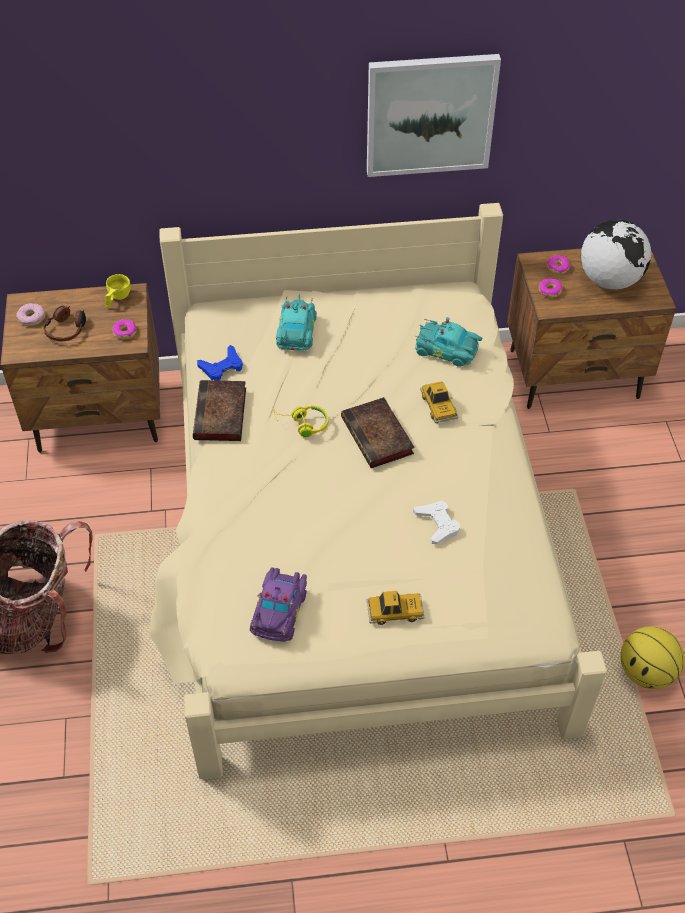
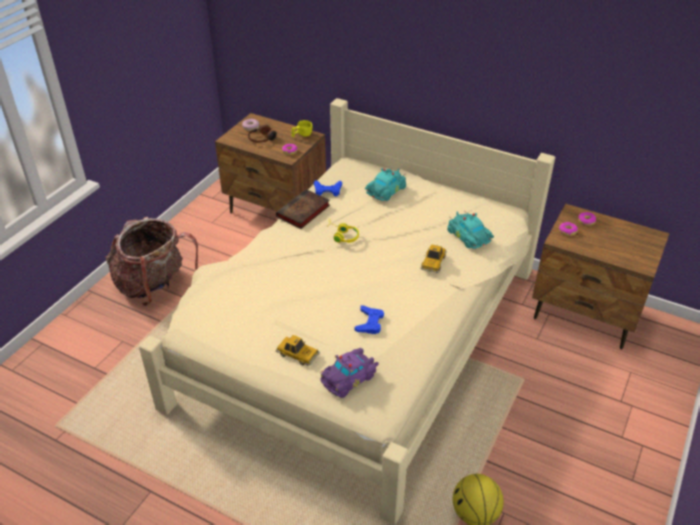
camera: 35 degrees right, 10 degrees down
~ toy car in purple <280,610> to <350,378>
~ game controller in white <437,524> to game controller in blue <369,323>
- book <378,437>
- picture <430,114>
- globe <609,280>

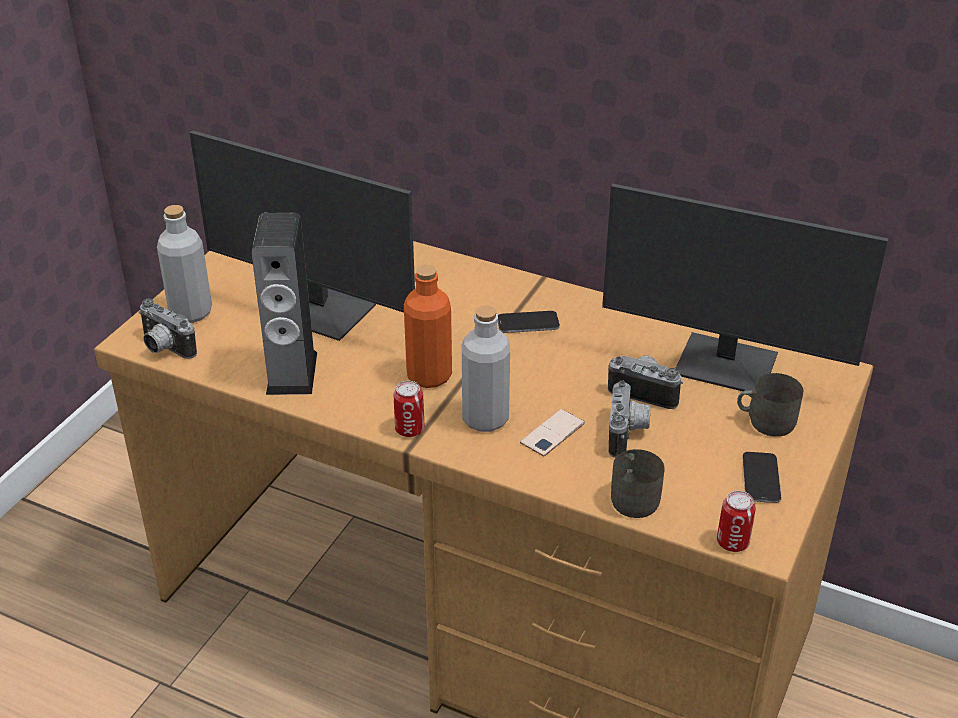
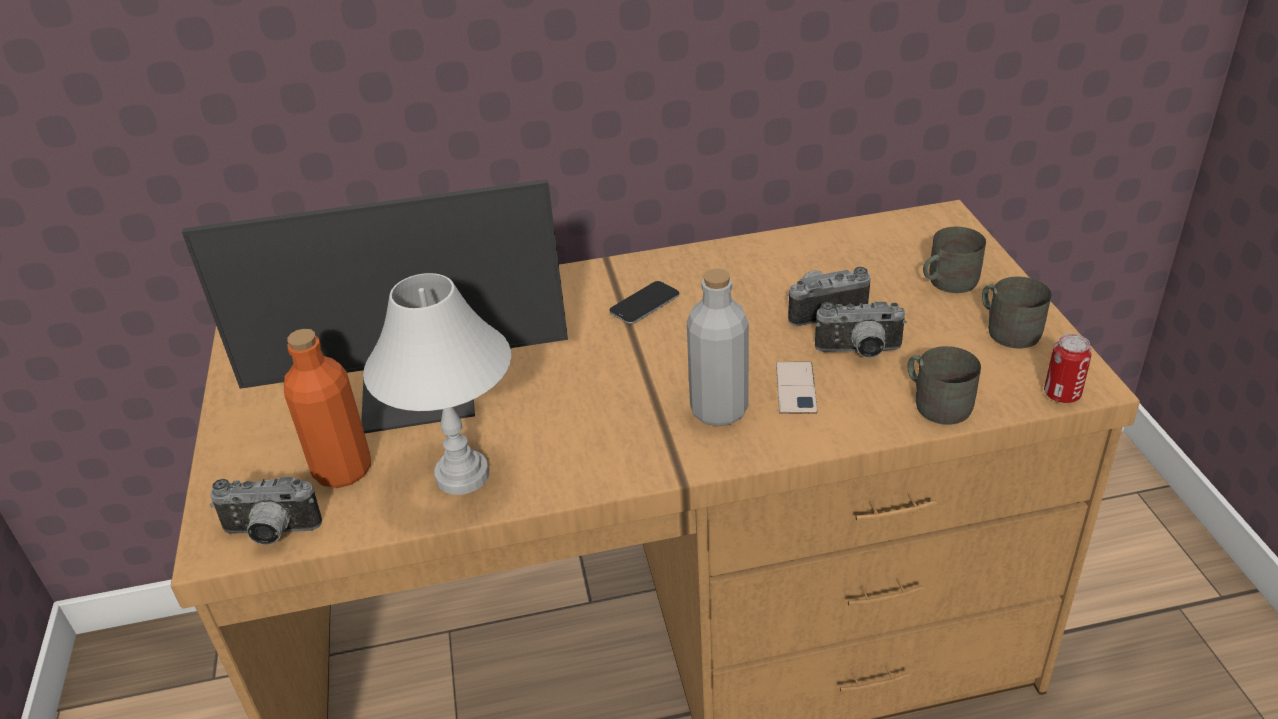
camera: 35 degrees left, 0 degrees up
~ bottle in orange <429,376> to <343,470>
~ speaker <292,373> to table lamp in white <462,476>
~ photo camera <628,434> = <859,352> 120 degrees clockwise
~ phone <761,478> to mug in grey <1008,329>
- bottle in grey <191,312>
- can <409,429>
- monitor <725,366>

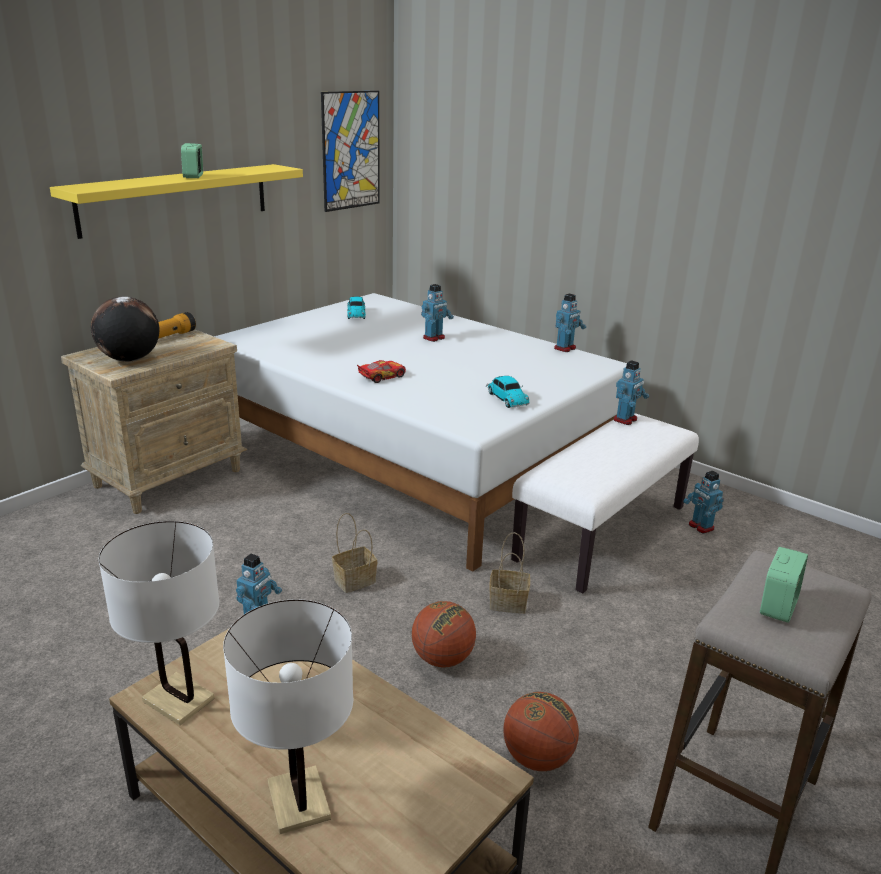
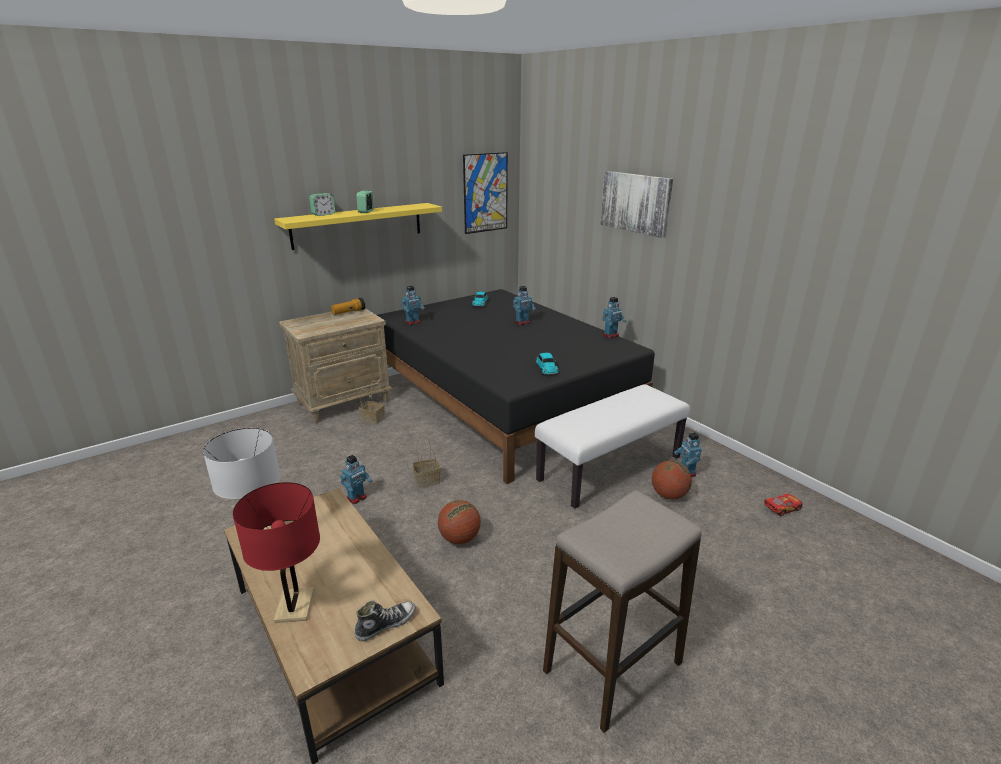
camera: 15 degrees right, 0 degrees up
~ table lamp in white <299,801> to table lamp in red <295,606>
~ alarm clock <778,606> to <323,214>
+ shoe <386,624>
~ basket <509,603> to <373,419>
~ bed in white <413,453> to bed in black <504,400>
~ toy robot <626,420> to <413,322>
+ picture <636,203>
~ basketball <537,758> to <669,495>
~ toy car <382,376> to <782,508>
- globe <129,359>

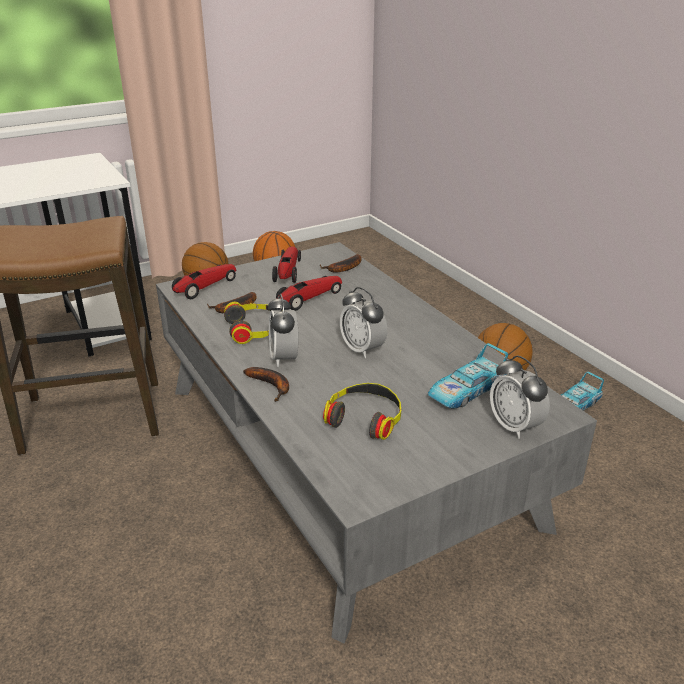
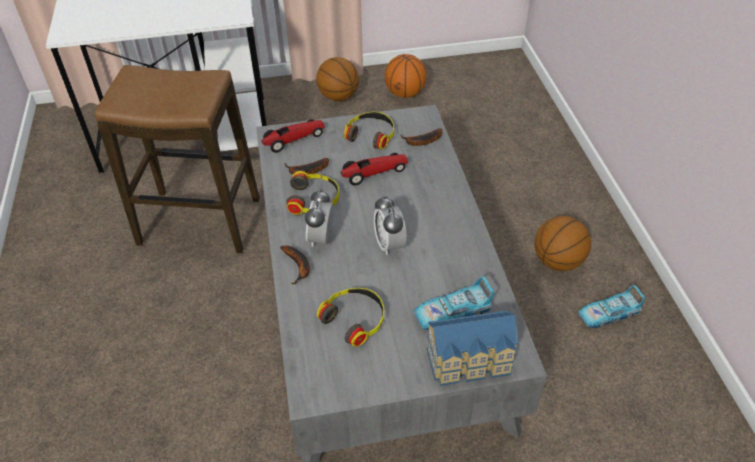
camera: 20 degrees right, 15 degrees up
~ toy car <288,271> to headphones <371,134>
~ alarm clock <514,426> to toy house <471,362>

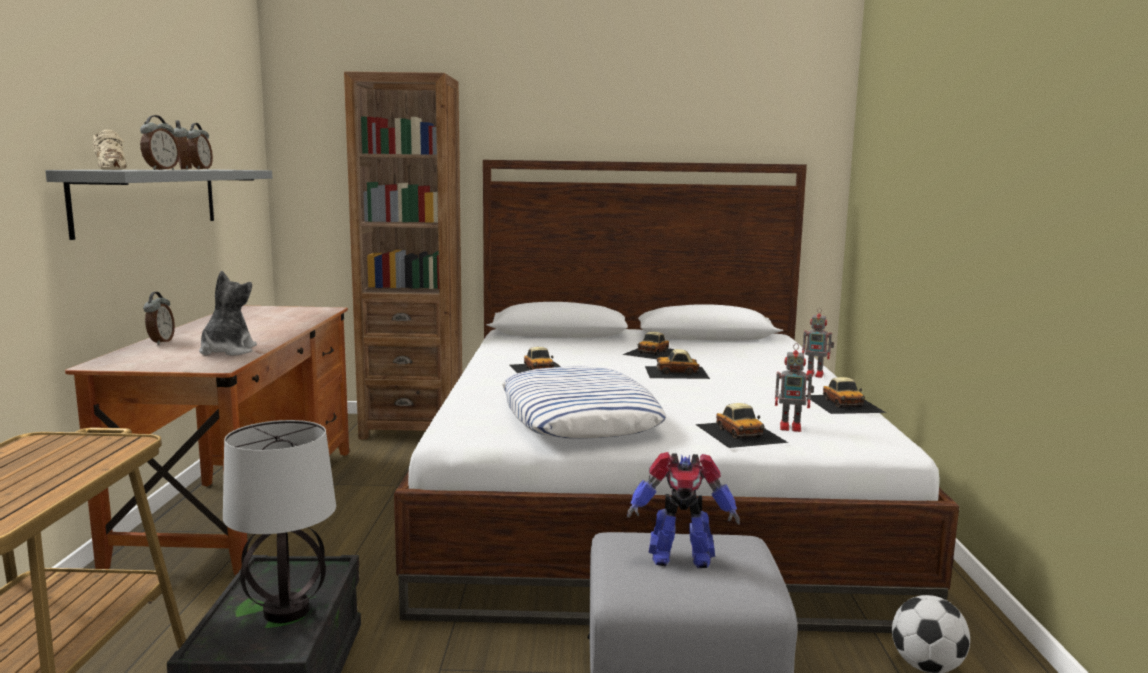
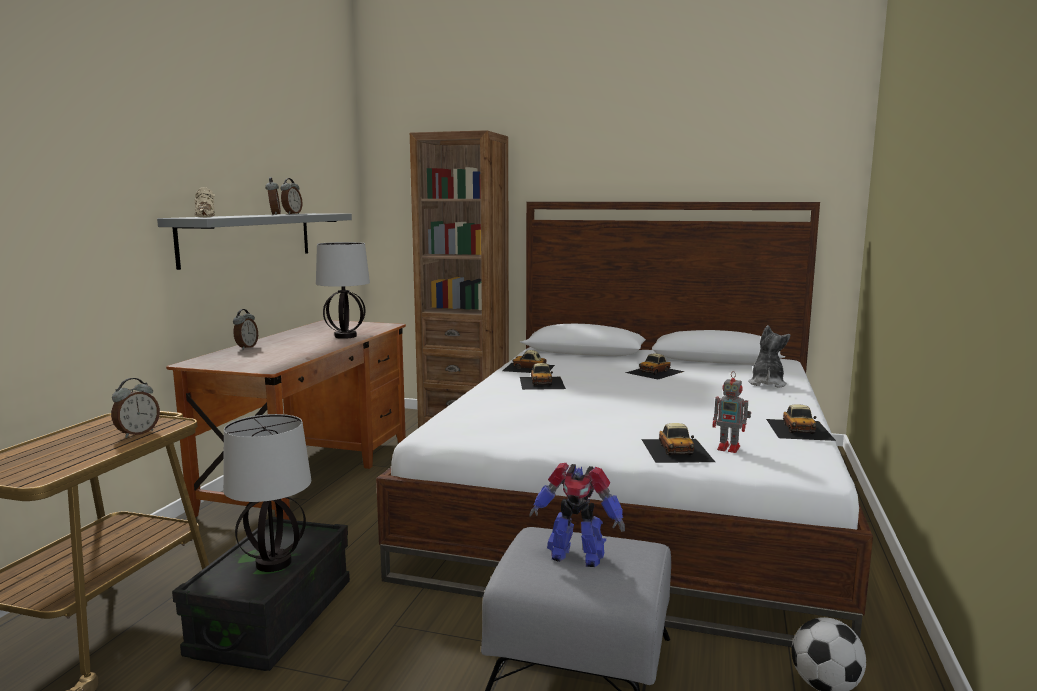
camera: 15 degrees right, 0 degrees up
~ alarm clock <161,170> to <137,433>
+ table lamp <345,336>
~ toy car <677,372> to <529,368>
~ plush toy <227,351> to <766,383>
- pillow <578,416>
- toy robot <816,374>

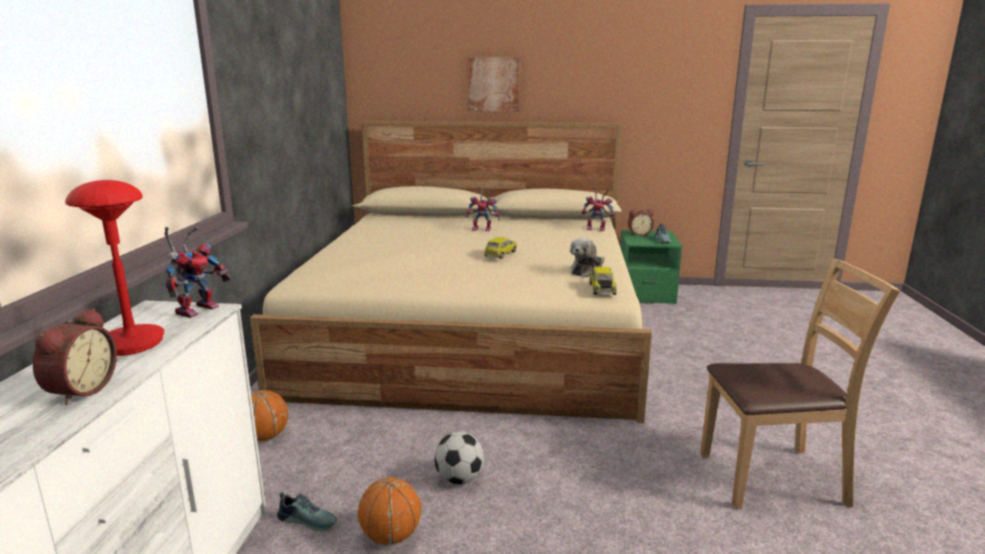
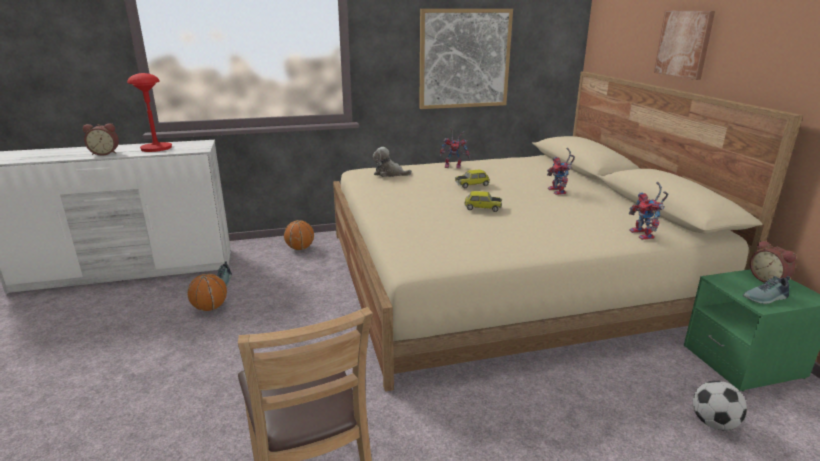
camera: 70 degrees right, 5 degrees up
~ plush toy <587,271> to <389,174>
+ picture <464,59>
~ toy robot <198,309> to <454,166>
~ toy car <601,289> to <472,184>
~ football <459,479> to <713,423>

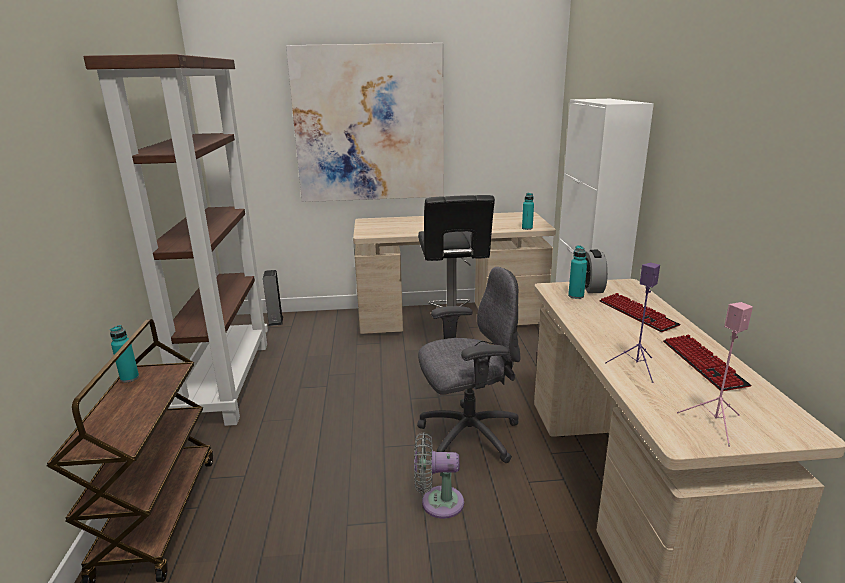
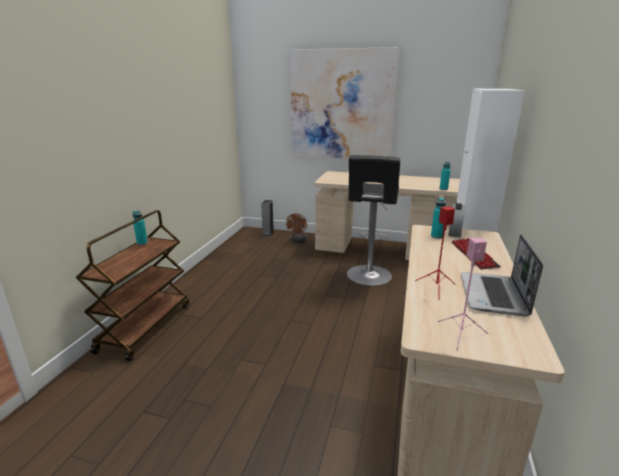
camera: 20 degrees right, 0 degrees up
+ fan in brown <297,241>
~ speaker in purple <636,367> to speaker in red <436,288>
~ keyboard <703,363> to laptop <494,295>
- bookcase in brown <227,380>
- fan in grey <437,502>
- office chair in grey <467,435>

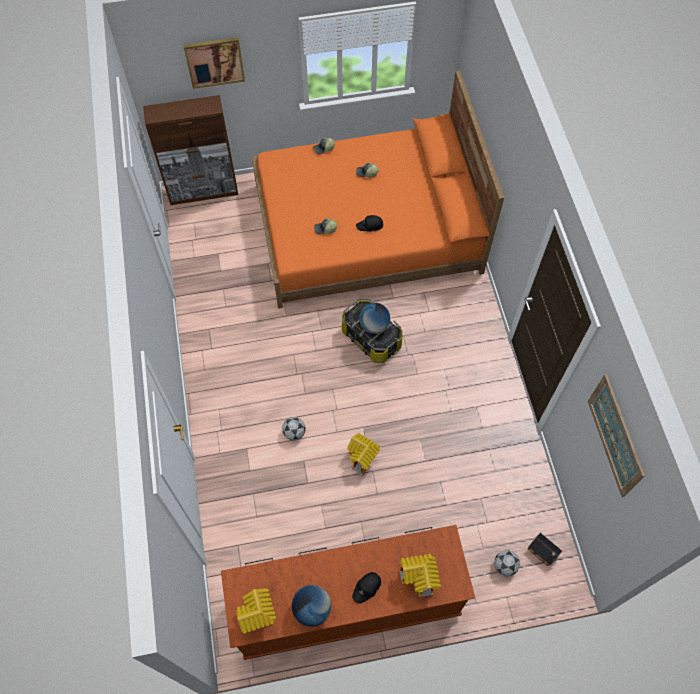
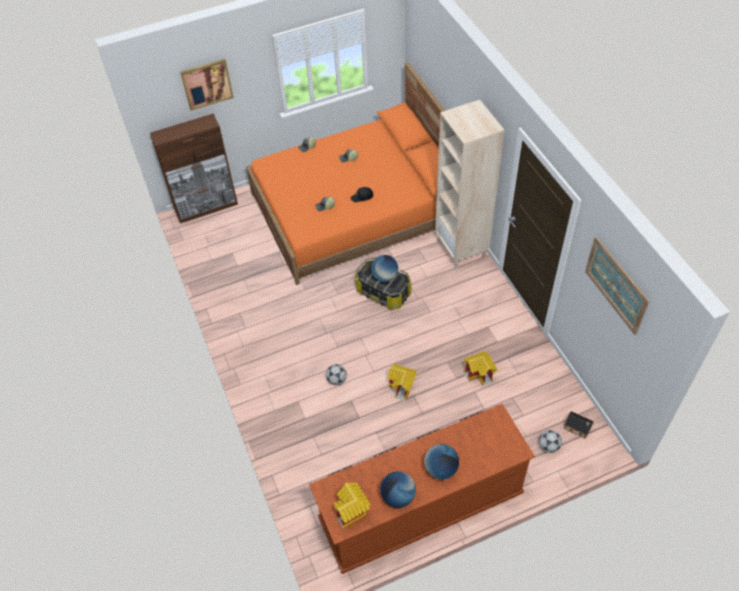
camera: 10 degrees left, 10 degrees down
~ cap in black <367,588> to globe <441,469>
+ bookcase in beige <461,249>
~ toy house <420,579> to <480,375>

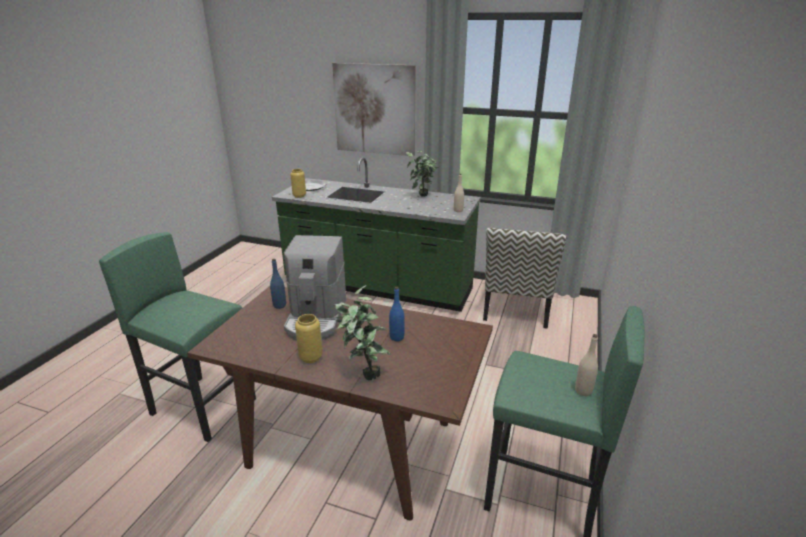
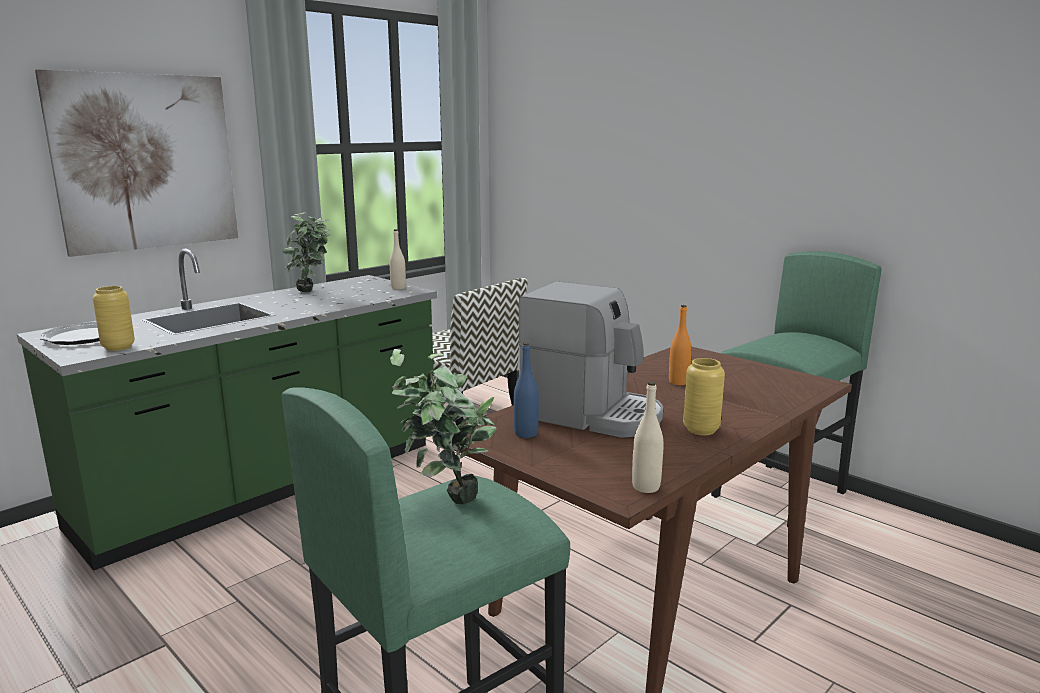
camera: 65 degrees left, 10 degrees down
~ potted plant <363,373> to <445,504>
~ bottle in beige <583,391> to <646,487>
~ bottle in blue <397,337> to bottle in orange <678,382>

